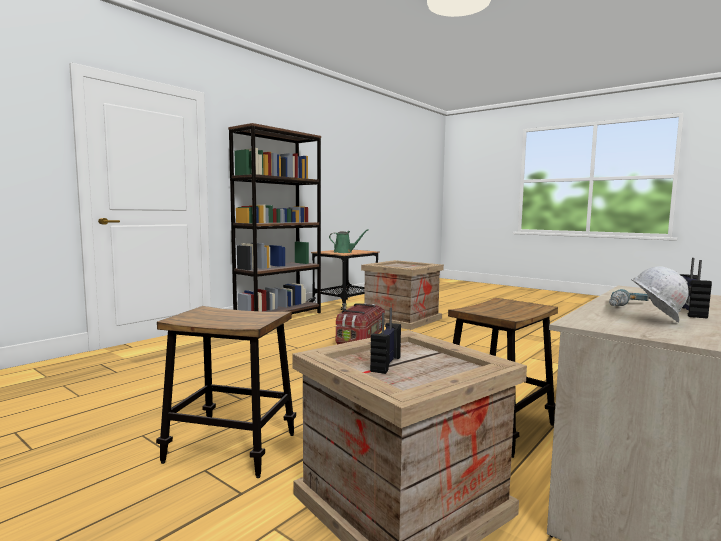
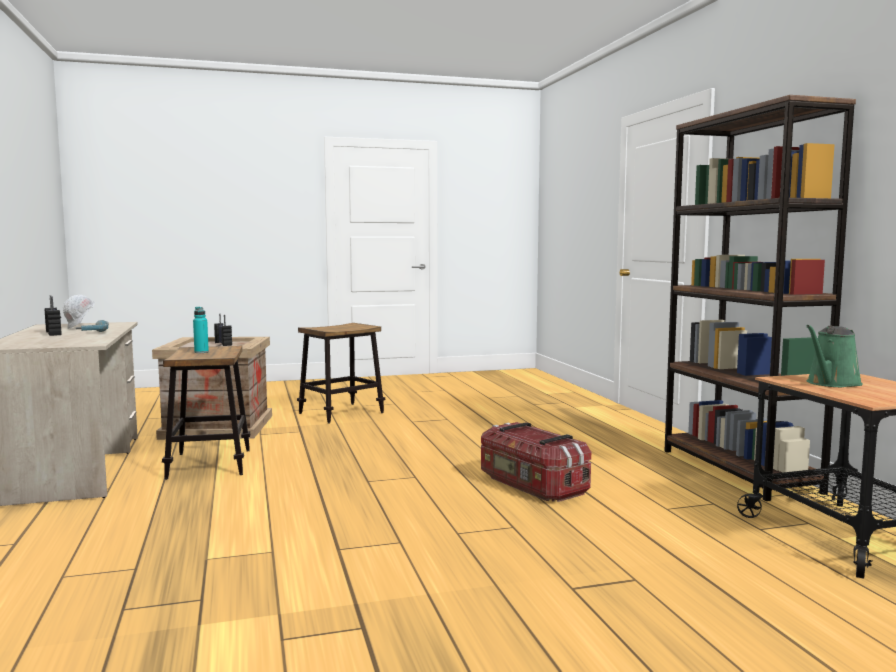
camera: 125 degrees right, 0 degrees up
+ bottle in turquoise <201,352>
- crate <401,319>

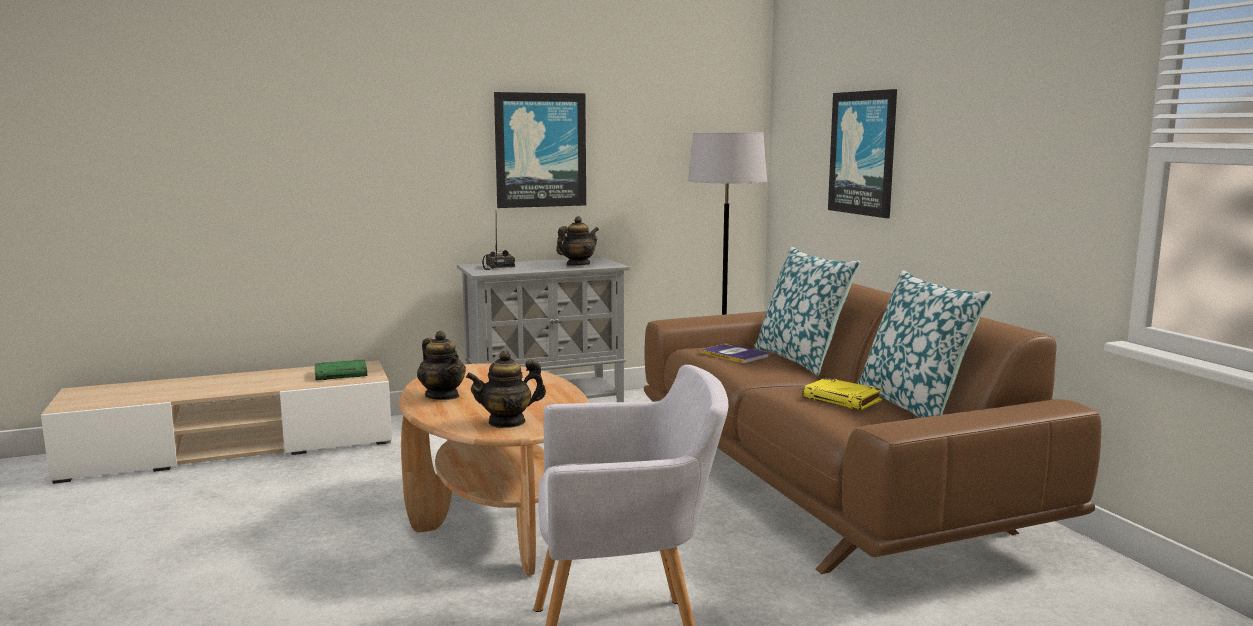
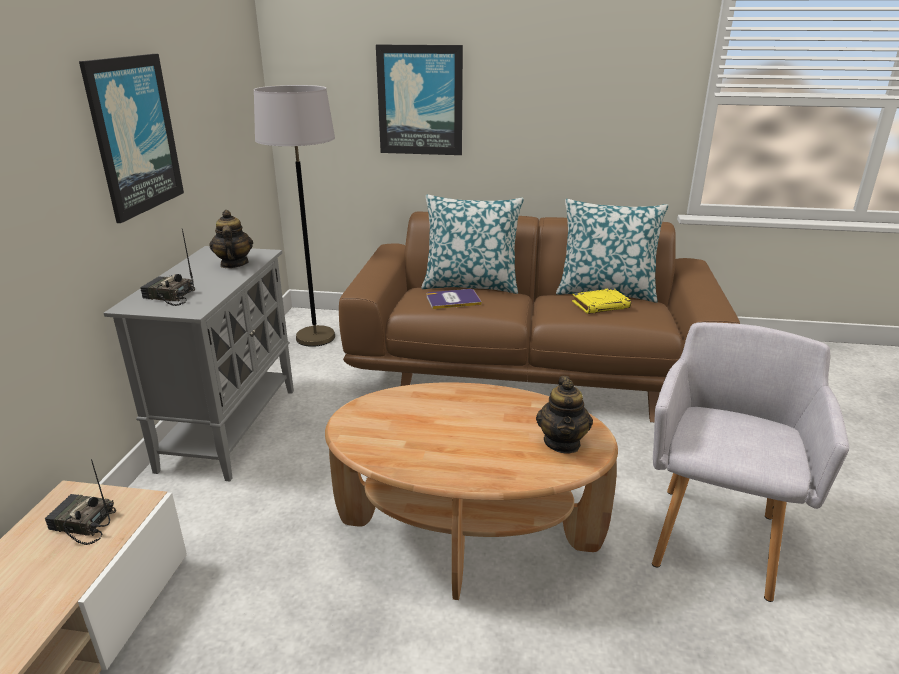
camera: 60 degrees left, 15 degrees up
~ book in green <341,374> to radio <82,525>
- teapot <442,396>

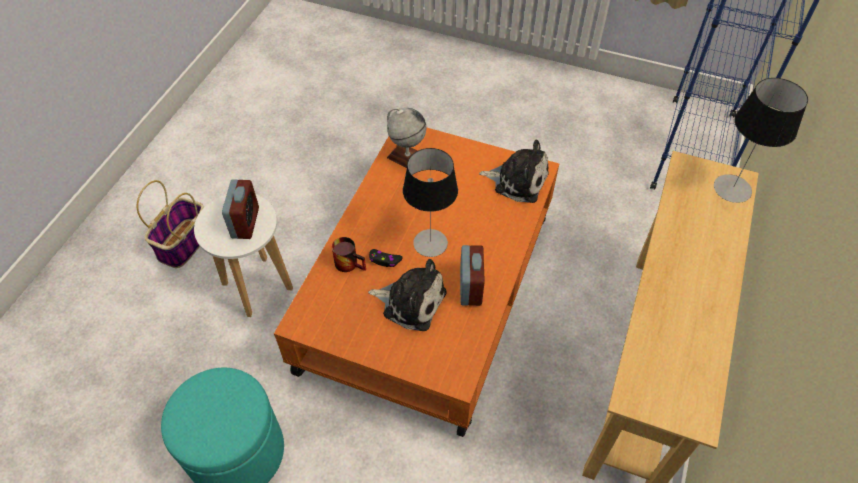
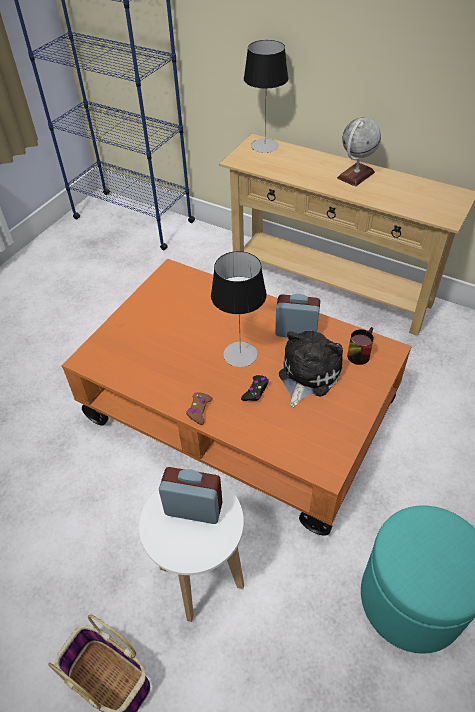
camera: 80 degrees left, 5 degrees down
+ game controller in brown <199,410>
~ globe <407,157> to <356,175>
~ mug <350,262> to <358,352>
- plush toy <517,180>

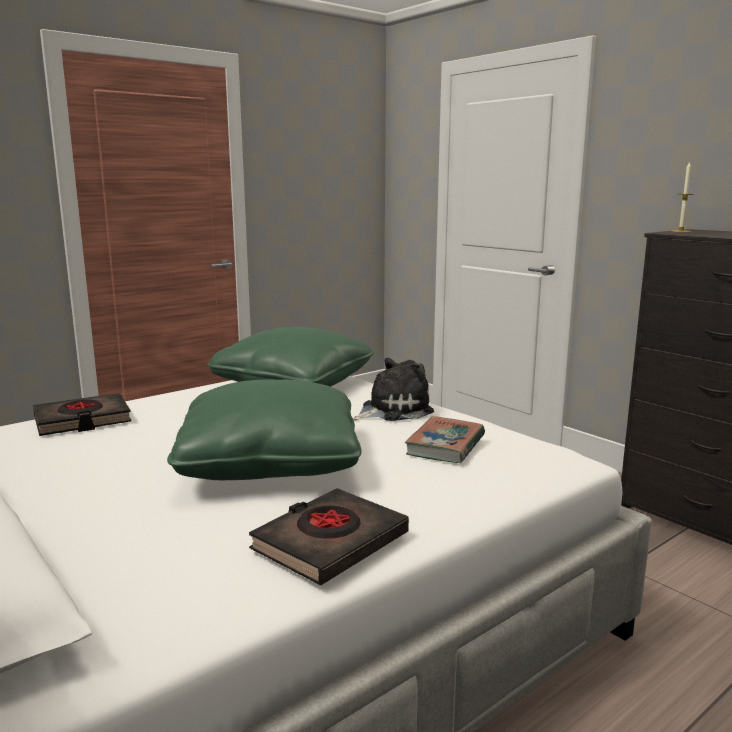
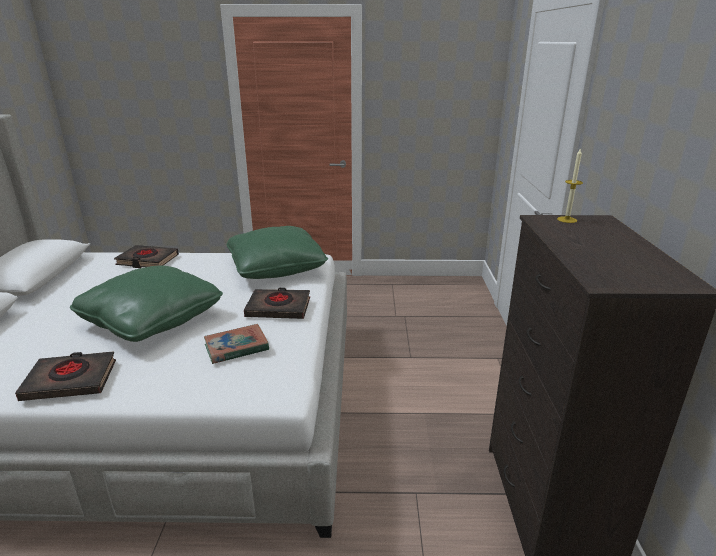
camera: 40 degrees right, 10 degrees up
~ plush toy <393,410> to book in black <278,308>

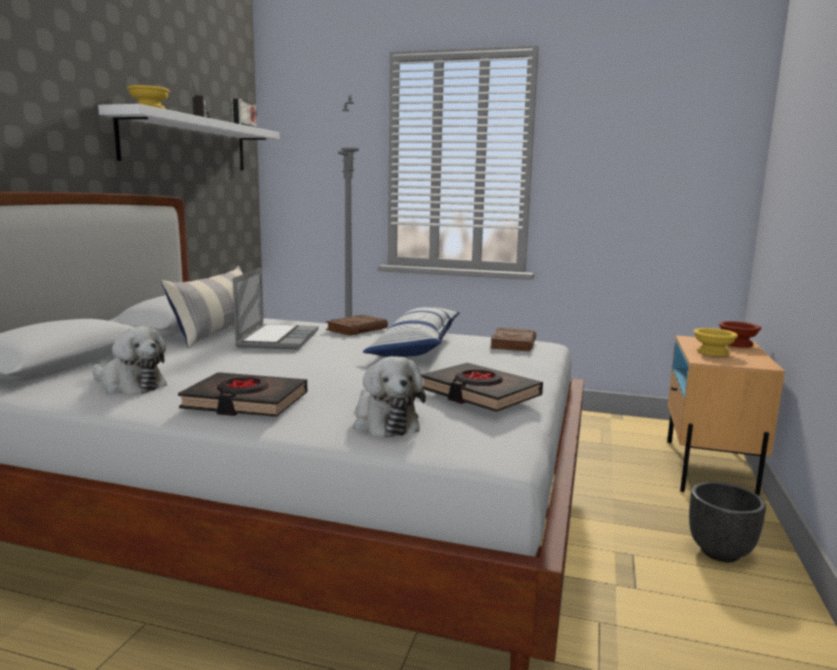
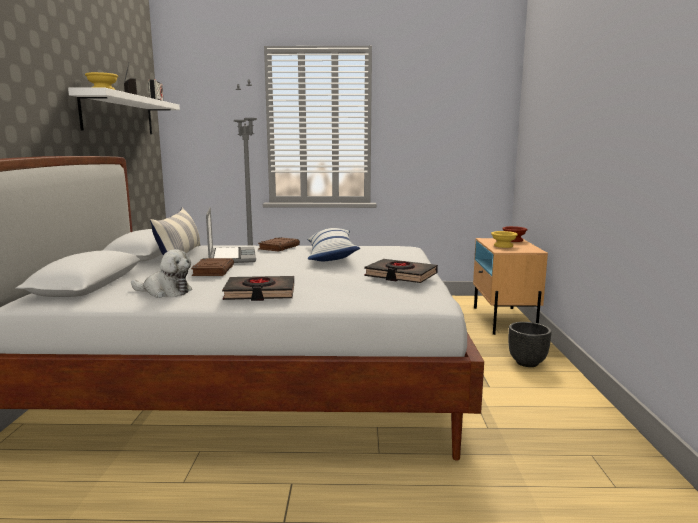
camera: 15 degrees left, 0 degrees up
~ book in brown <513,344> to <213,270>
- plush toy <384,422>

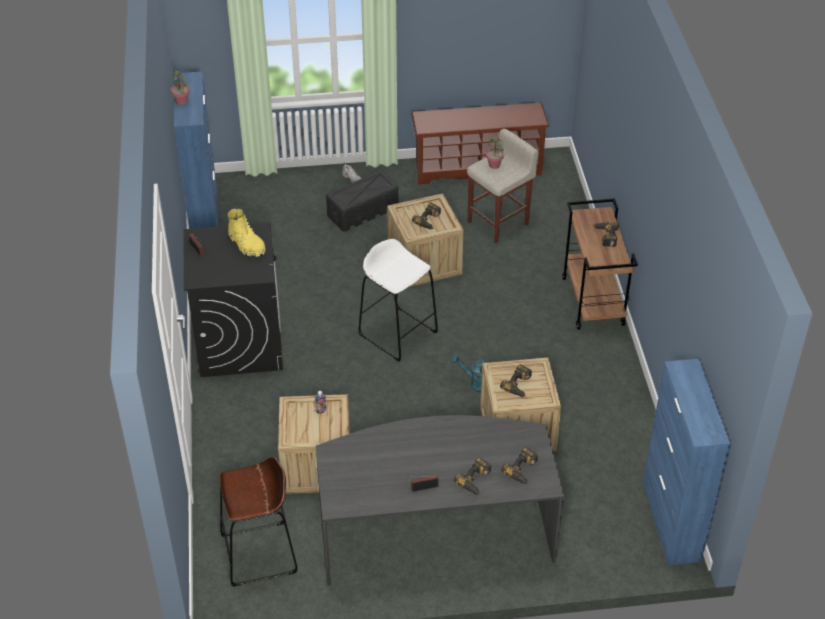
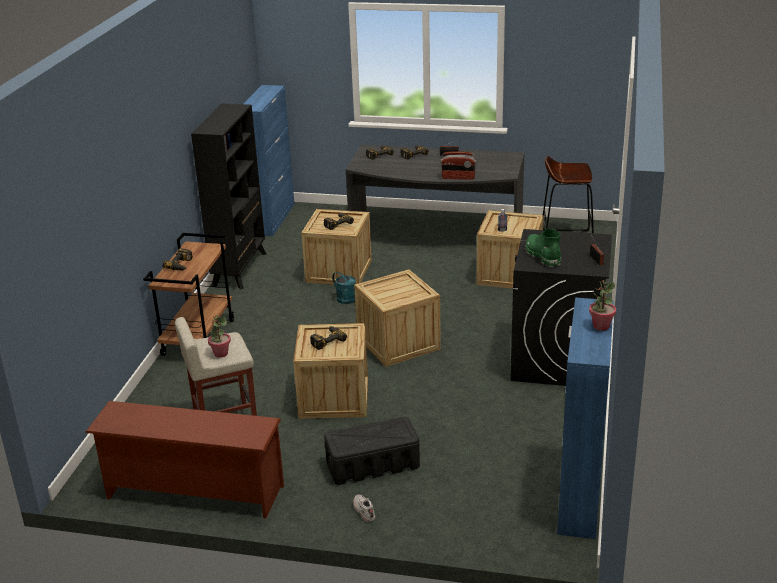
camera: 160 degrees left, 15 degrees down
+ bookcase in black <240,269>
~ stool in white <398,333> to crate <398,343>
+ radio <458,177>
~ boot in yellow <247,244> to boot in green <543,256>

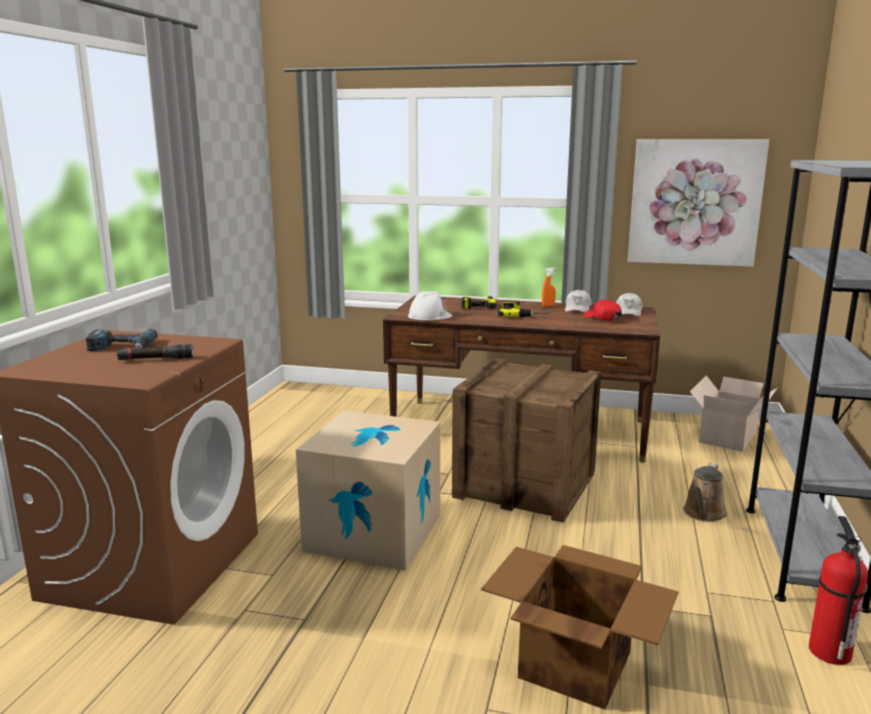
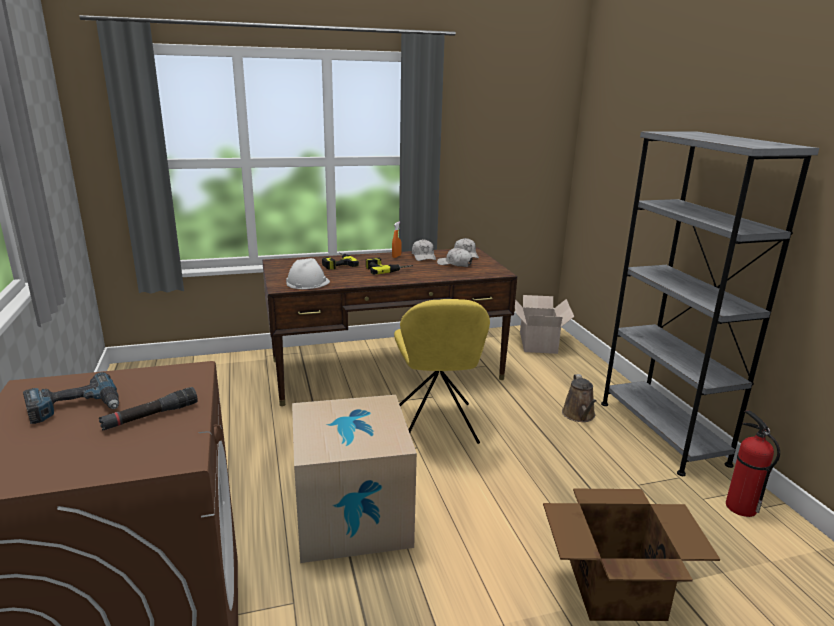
camera: 30 degrees left, 5 degrees up
~ crate <525,485> to chair in yellow <437,426>
~ cap in red <602,318> to cap in white <455,264>
- picture <694,202>

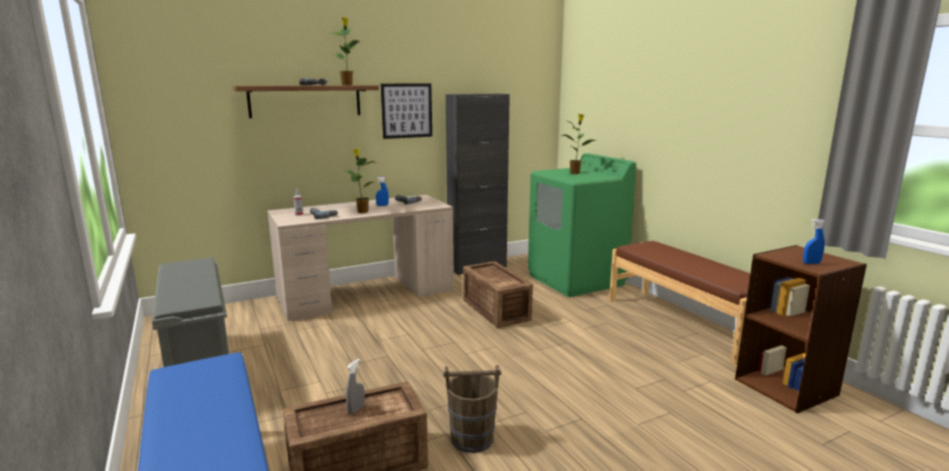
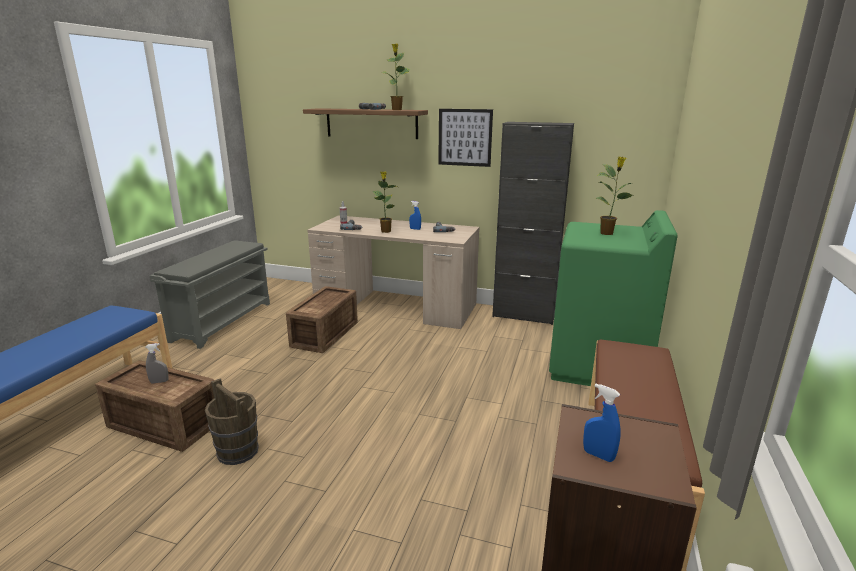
camera: 45 degrees right, 5 degrees up
~ crate <496,309> to <326,334>

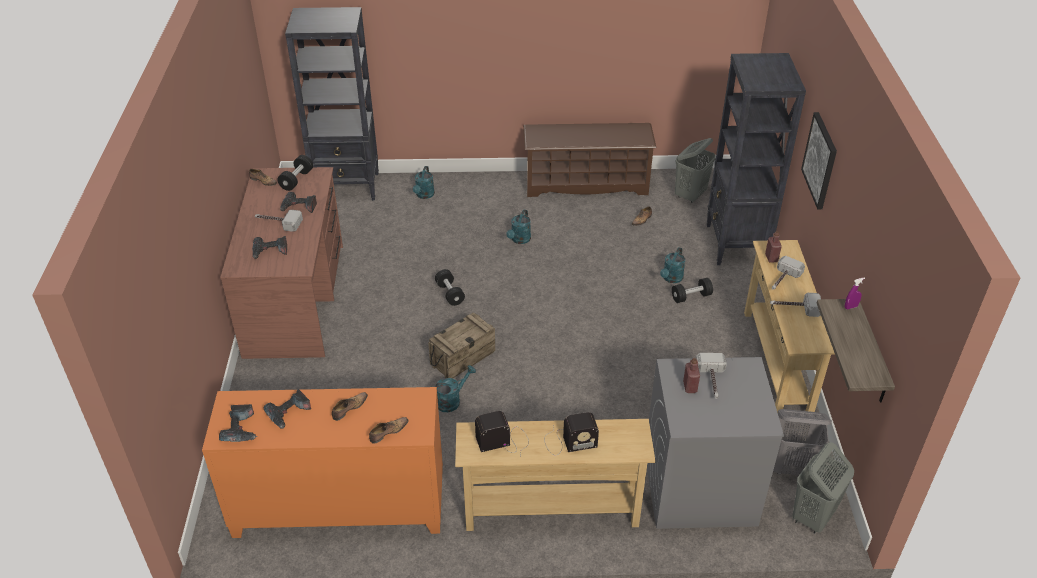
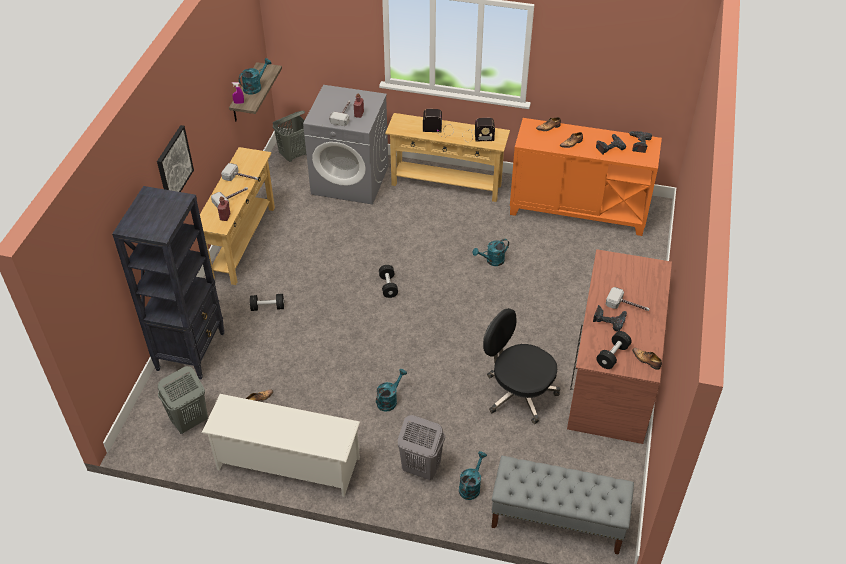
camera: 165 degrees left, 5 degrees up
~ shoe rack in brown <586,183> to shoe rack in white <287,464>
~ watering can in turquoise <671,279> to <255,87>
~ dumbbell in black <450,294> to <388,286>
~ laundry basket in grey <791,467> to <420,468>
+ office chair in black <518,393>
~ bookcase in black <347,187> to bench in grey <557,520>
- power drill <270,252>
- crate <462,358>

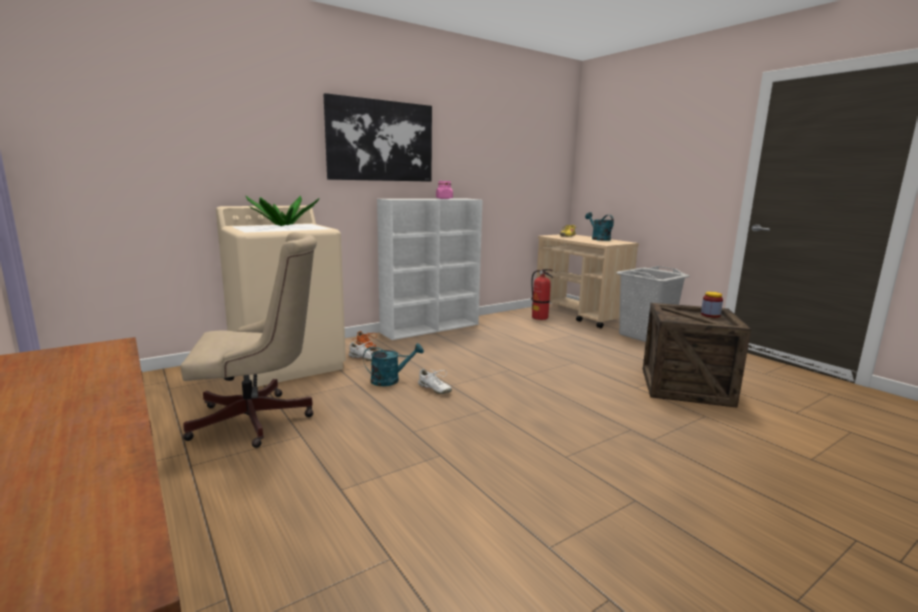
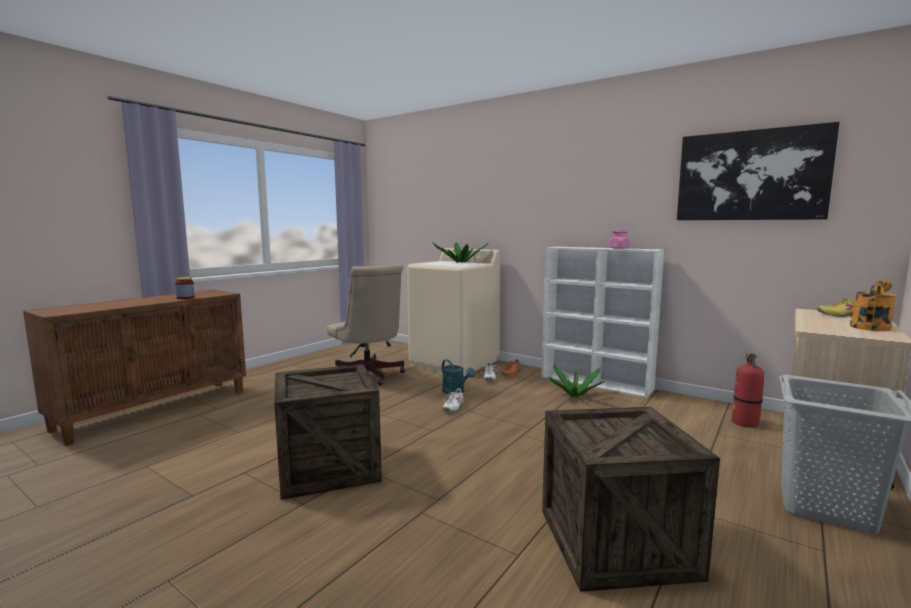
camera: 70 degrees right, 5 degrees down
~ jar <710,315> to <185,298>
+ crate <328,467>
+ potted plant <574,395>
~ picture <380,141> to <751,175>
~ watering can in turquoise <598,239> to watering can in orange <871,326>

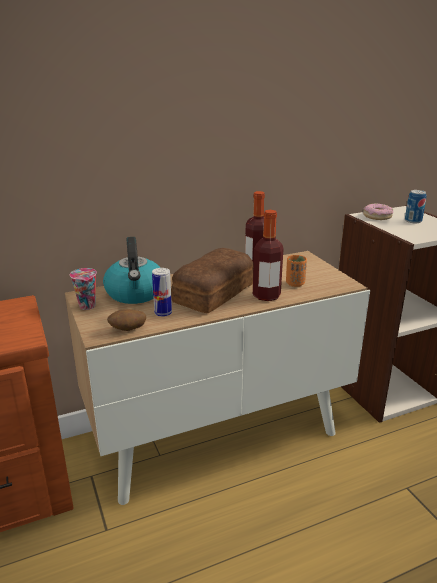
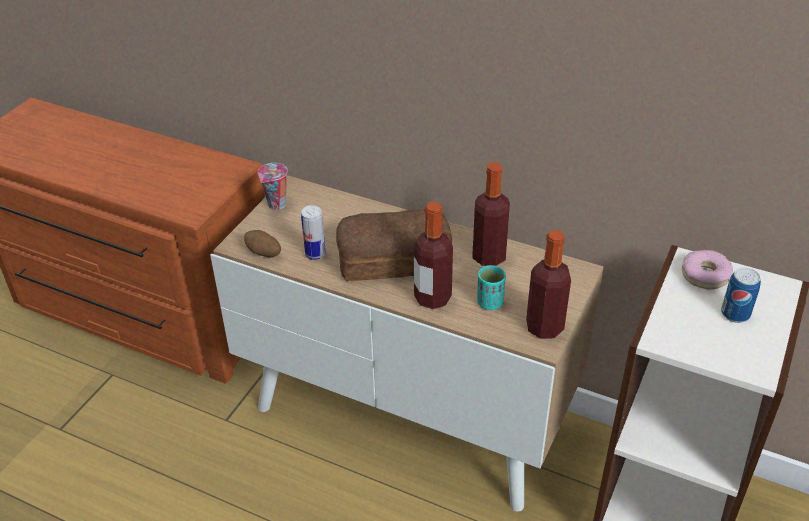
camera: 50 degrees right, 15 degrees up
~ cup in orange <295,283> to cup in turquoise <490,303>
+ bottle <544,327>
- kettle <136,293>

